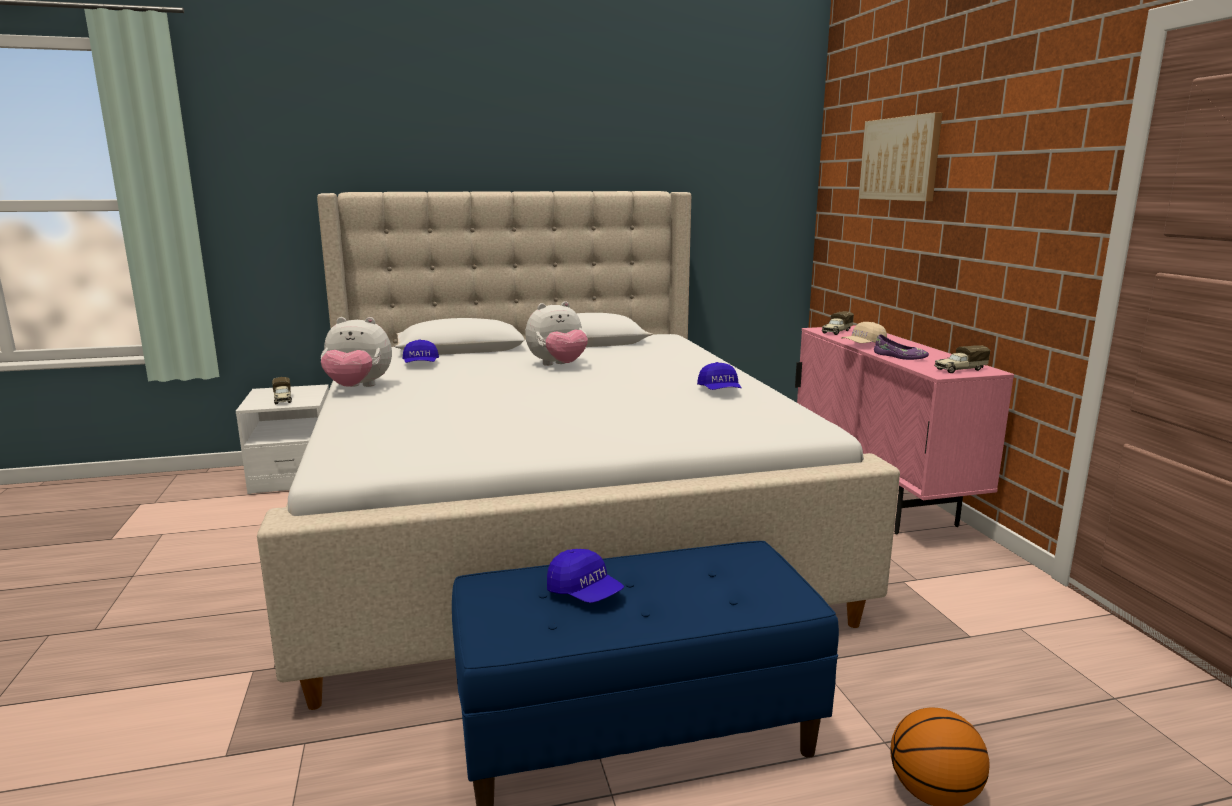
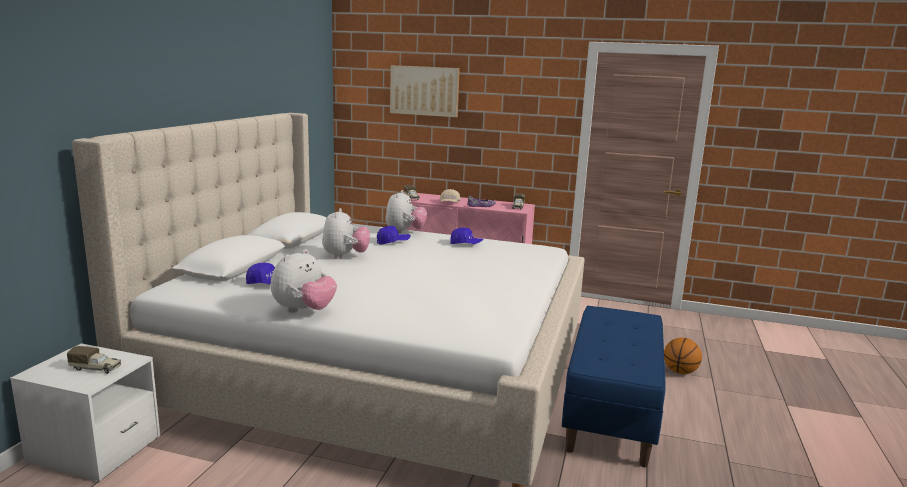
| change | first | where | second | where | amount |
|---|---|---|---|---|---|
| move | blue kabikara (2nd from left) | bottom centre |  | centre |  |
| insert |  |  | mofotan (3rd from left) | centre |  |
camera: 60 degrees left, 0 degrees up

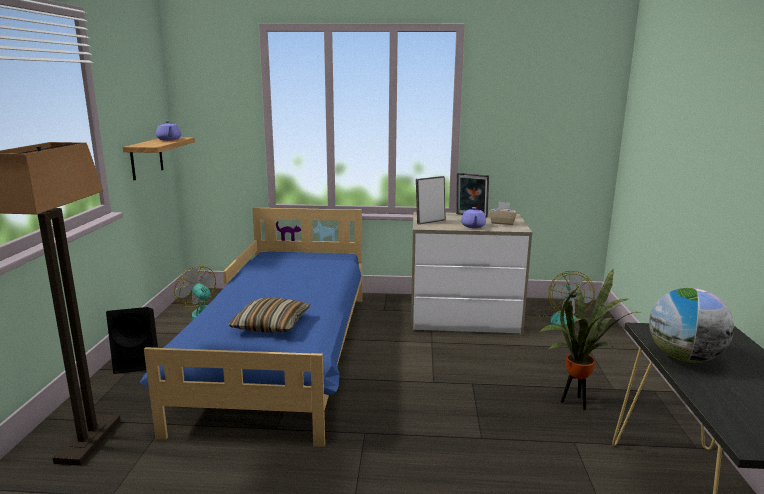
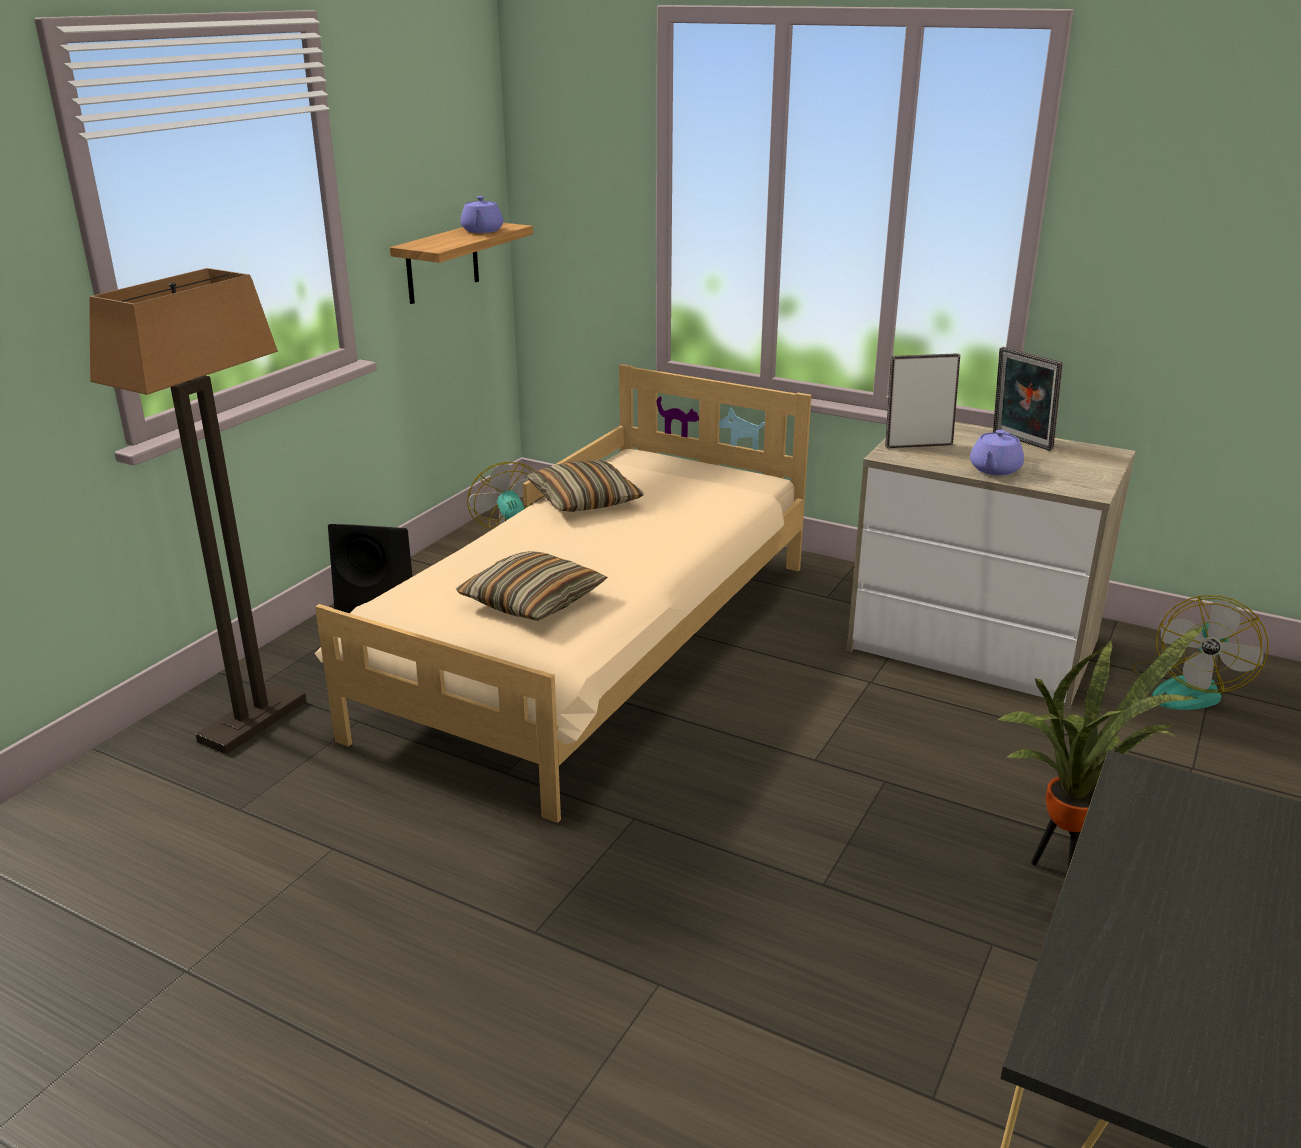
| change | first | where | second | where | amount |
|---|---|---|---|---|---|
| recolor | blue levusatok | middle left | beige levusatok | centre |  |
| delete | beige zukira | centre |  |  |  |
| delete | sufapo | middle right |  |  |  |
| insert |  |  | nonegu (2nd from left) | centre |  |
camera: 25 degrees right, 10 degrees up

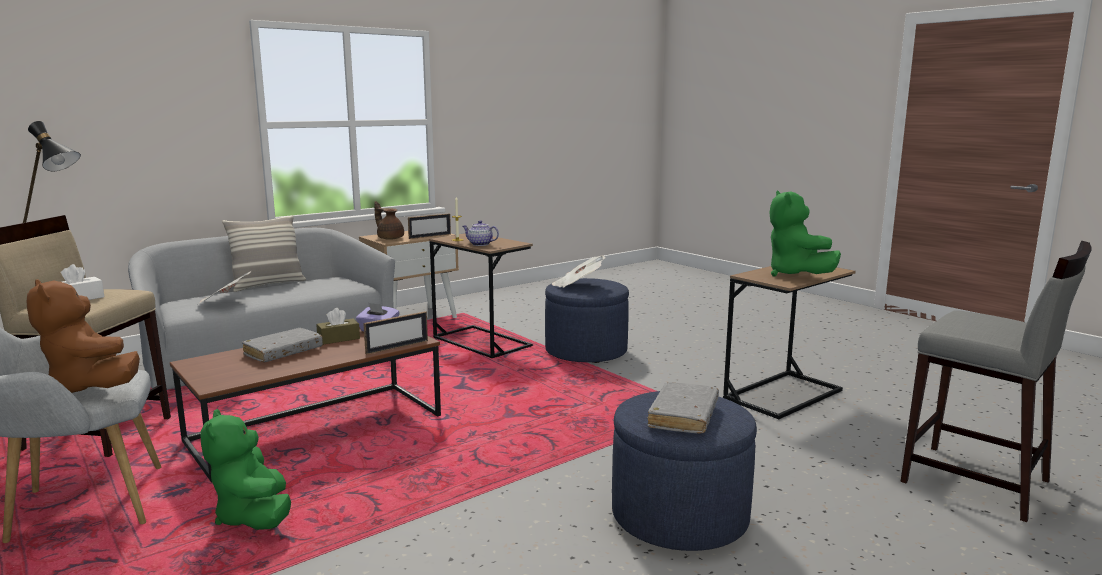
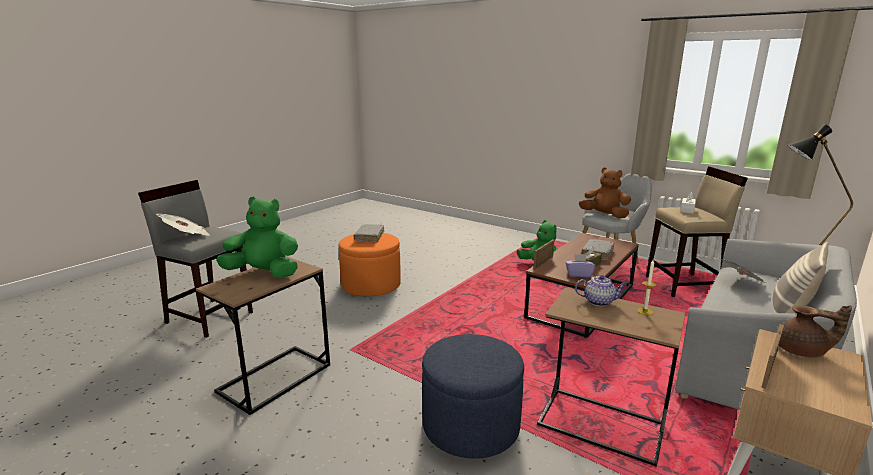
| change | first | where | second | where | amount |
|---|---|---|---|---|---|
| move | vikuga (2nd from left in the first image) | centre | vikuga (1st from left) | middle left |  |
| recolor | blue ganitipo (2nd from left) | bottom centre | orange ganitipo | centre |  |
| rotate | green mofotan (2nd from left in the first image) | middle right | green mofotan (1st from left) | middle left | 60 degrees counterclockwise |
camera: 165 degrees right, 5 degrees up

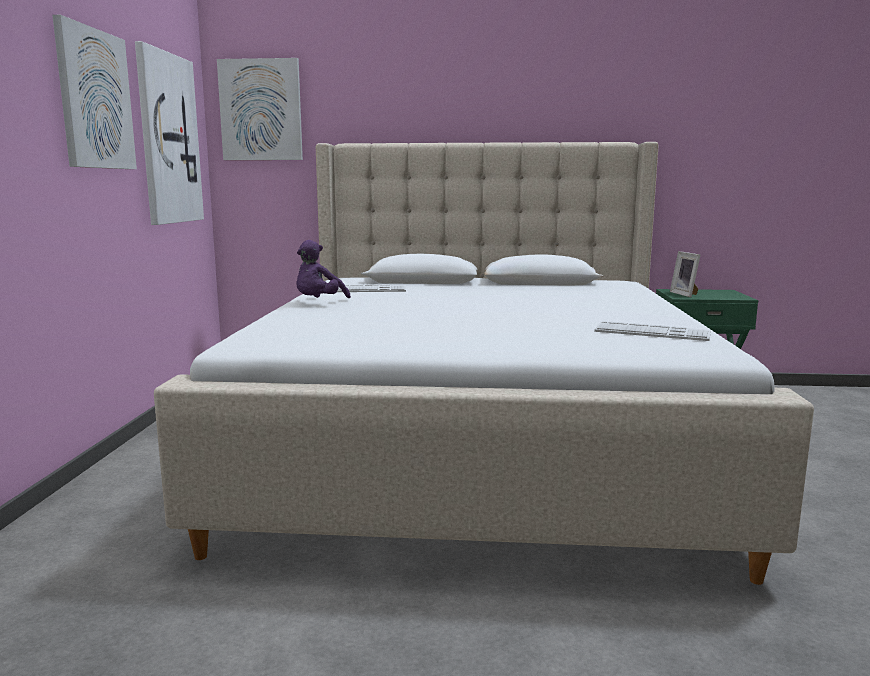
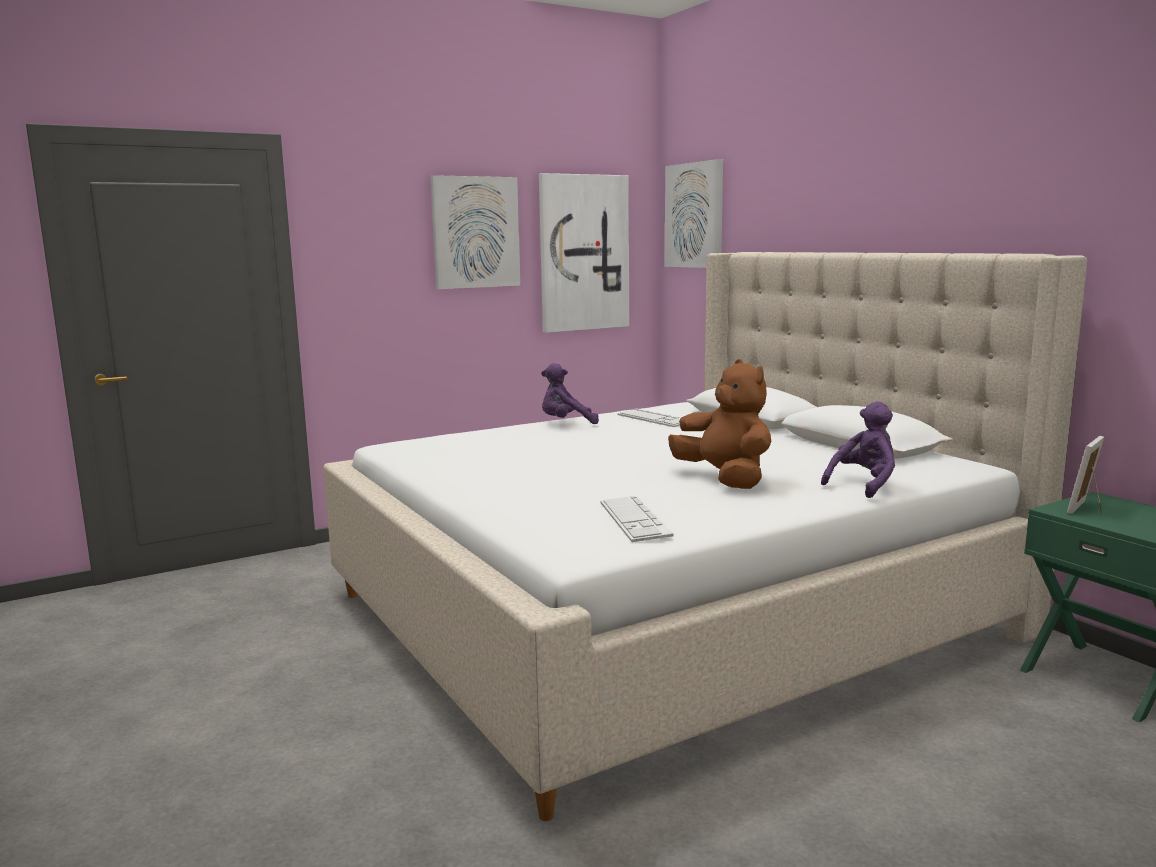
| change | first | where | second | where | amount |
|---|---|---|---|---|---|
| insert |  |  | brown mofotan | centre |  |
| insert |  |  | purple mofotan (2nd from left) | middle right |  |
camera: 55 degrees right, 0 degrees up

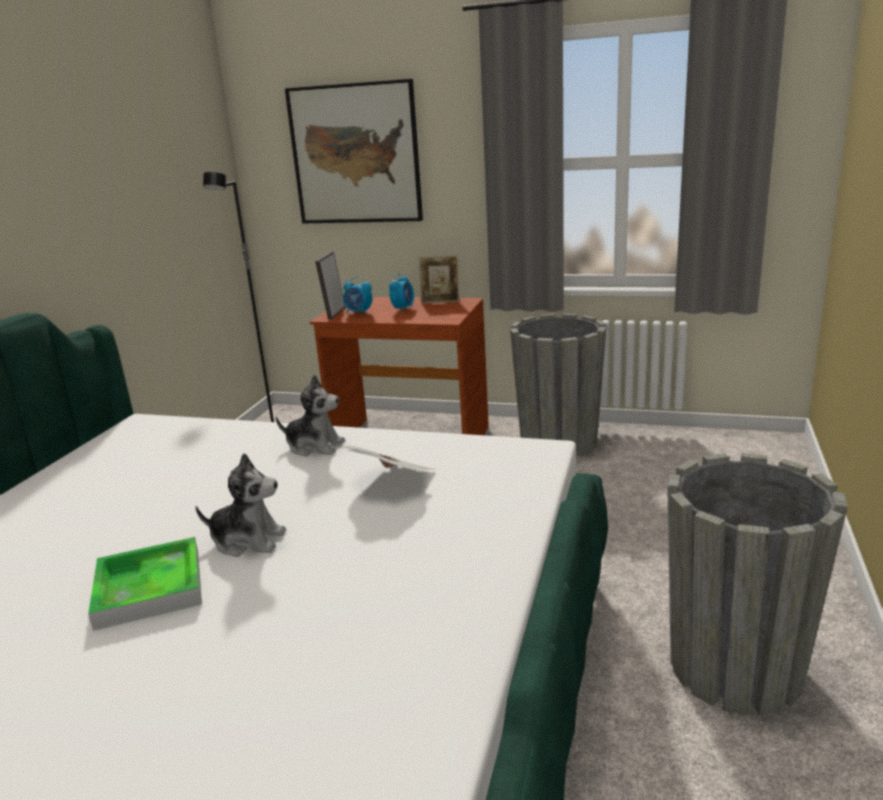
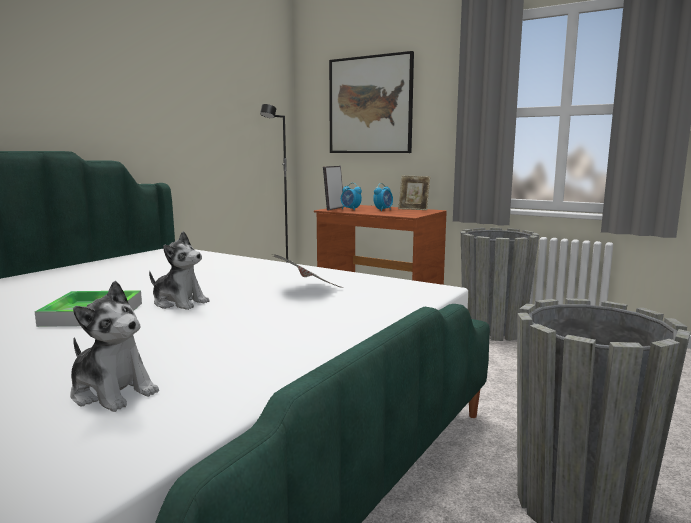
| change | first | where | second | where | amount |
|---|---|---|---|---|---|
| move | mofotan (2nd from left in the first image) | centre | mofotan (1st from left) | middle left |  |
camera: 15 degrees right, 10 degrees down

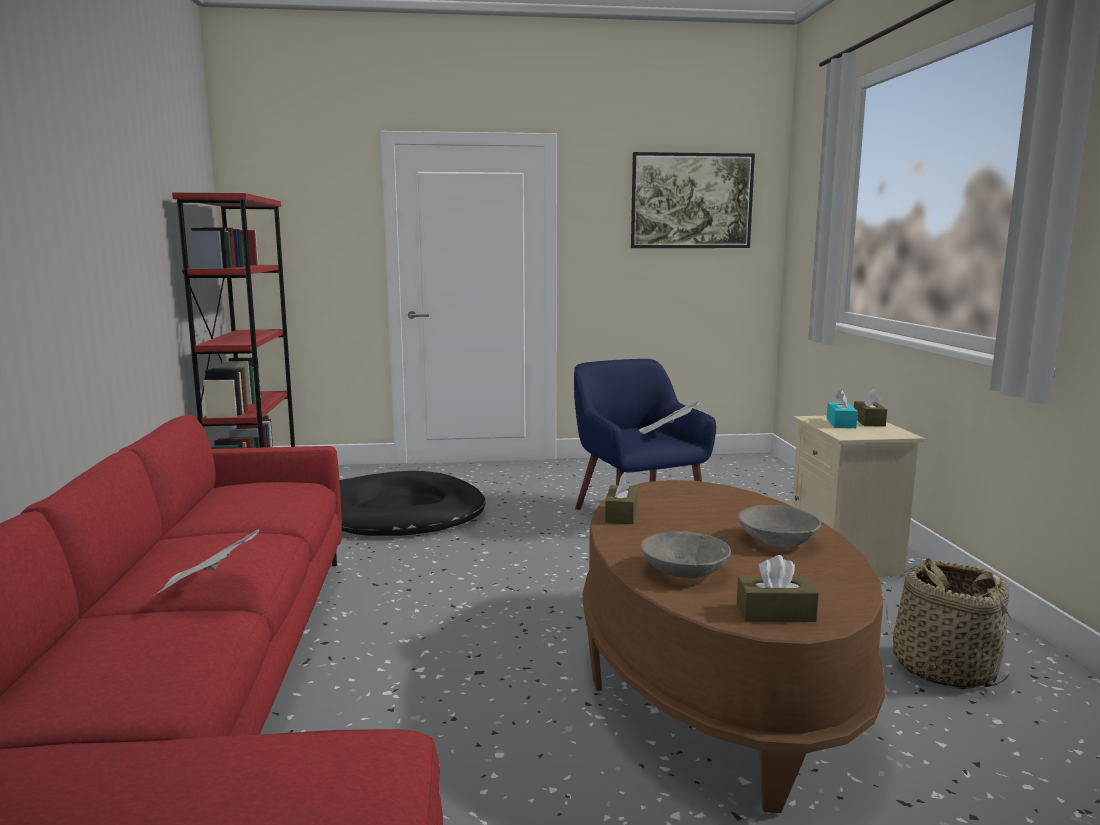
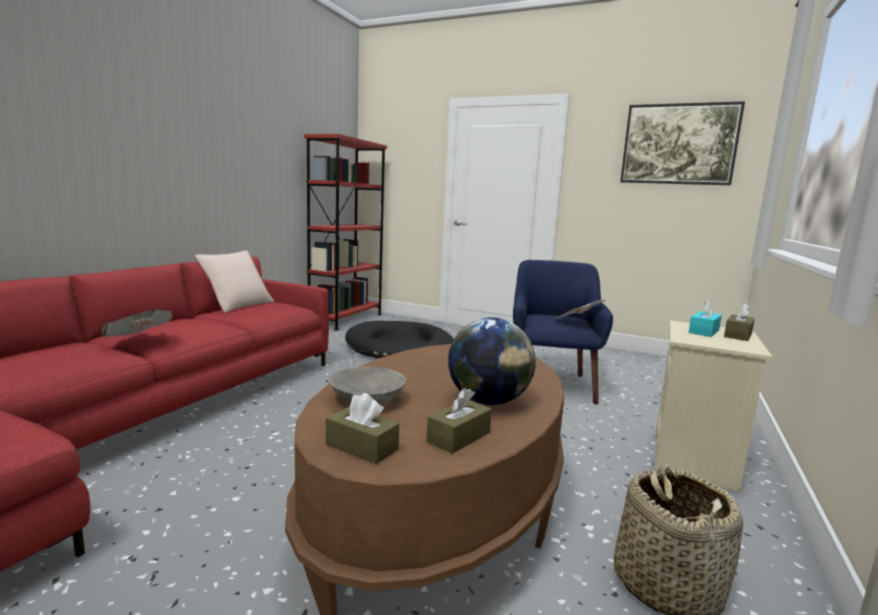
| change | first | where | second | where | amount |
|---|---|---|---|---|---|
| move | brown zukira (1st from left in the first image) | centre | brown zukira (2nd from left) | bottom centre |  |
| replace | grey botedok (2nd from left) | middle right | sufapo | centre |  |
| insert |  |  | beige nonegu | middle left |  |
camera: 30 degrees right, 0 degrees up

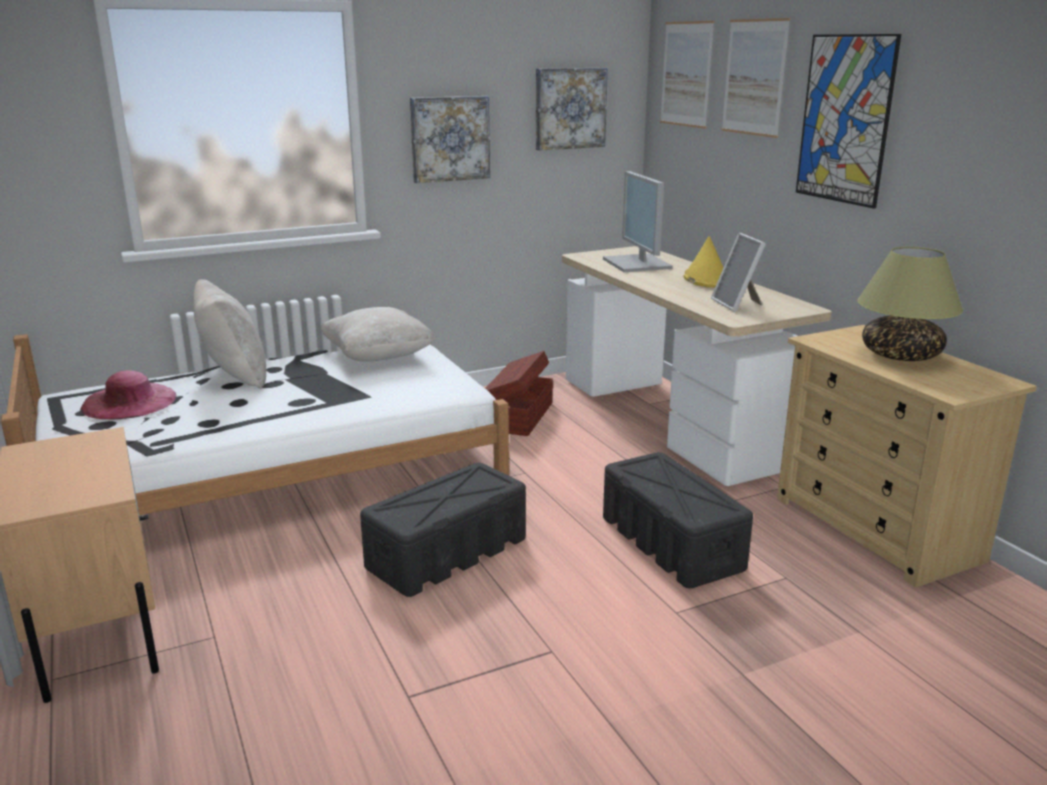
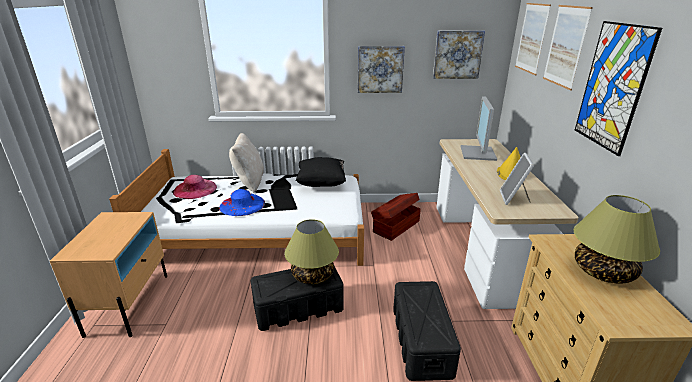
| change | first | where | second | where | amount |
|---|---|---|---|---|---|
| recolor | beige nonegu (2nd from left) | centre | black nonegu | centre |  |
| insert |  |  | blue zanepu | centre |  |
| insert |  |  | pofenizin (1st from left) | centre |  |
camera: 25 degrees right, 5 degrees up

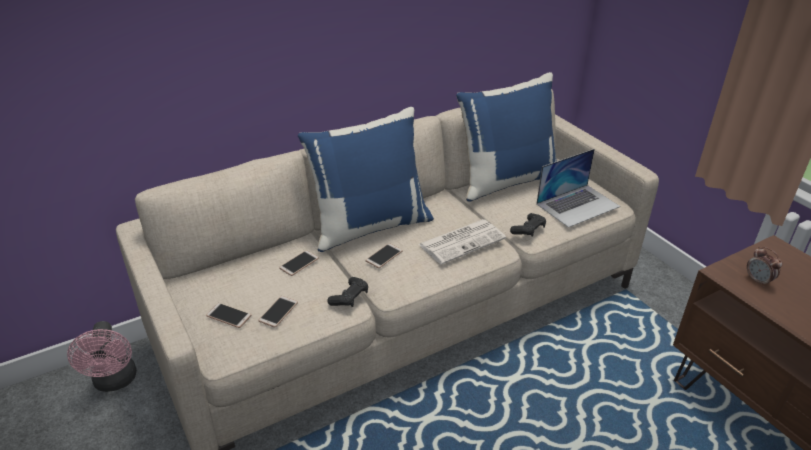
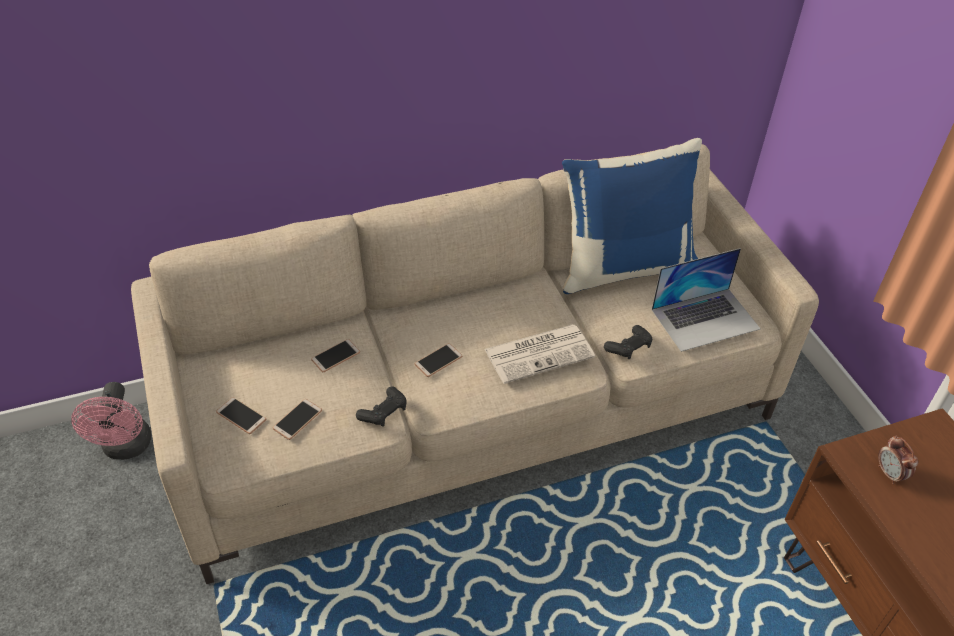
| change | first | where | second | where | amount |
|---|---|---|---|---|---|
| delete | blue nonegu (1st from left) | centre |  |  |  |
camera: 10 degrees right, 10 degrees up

